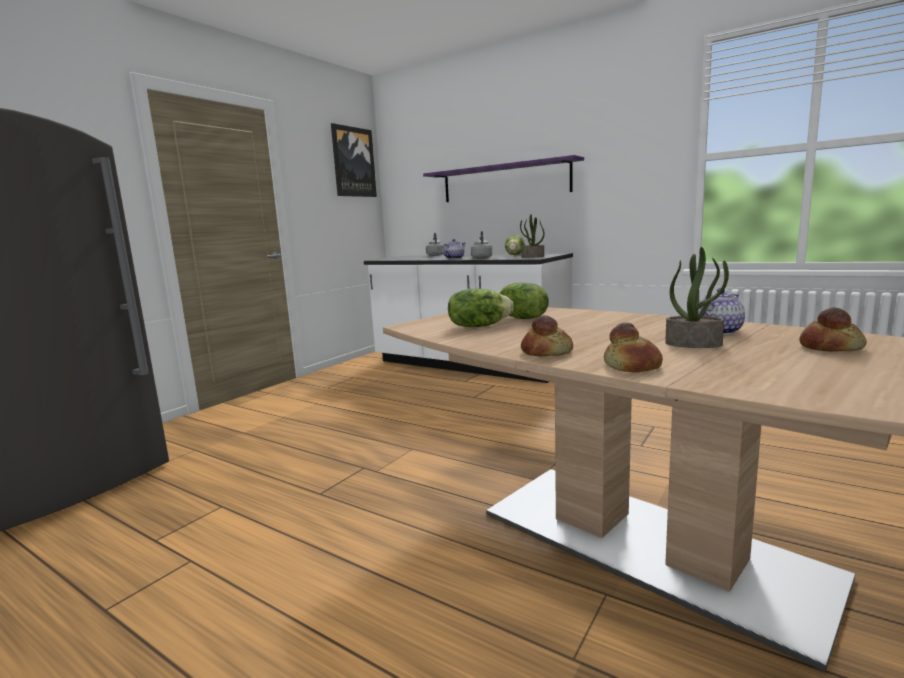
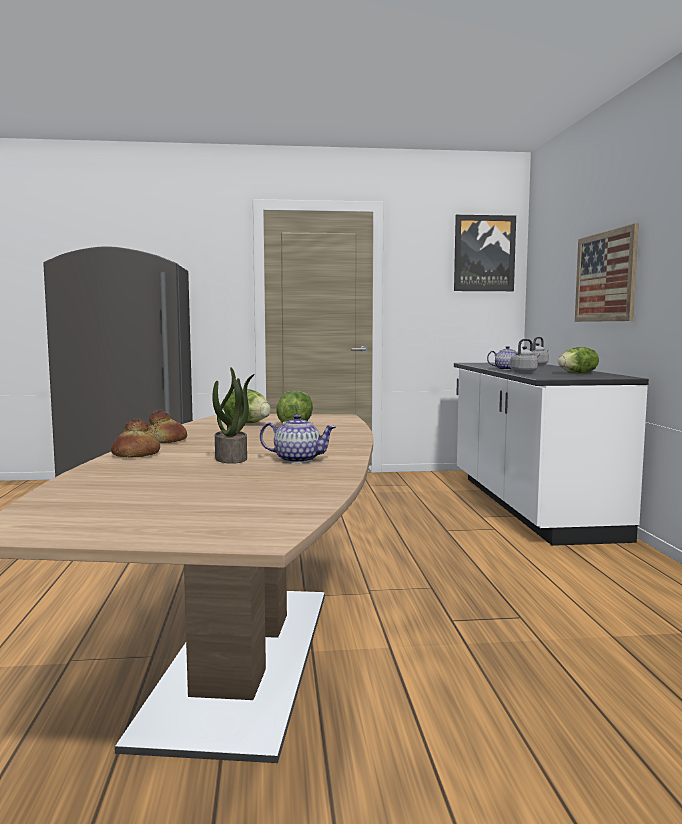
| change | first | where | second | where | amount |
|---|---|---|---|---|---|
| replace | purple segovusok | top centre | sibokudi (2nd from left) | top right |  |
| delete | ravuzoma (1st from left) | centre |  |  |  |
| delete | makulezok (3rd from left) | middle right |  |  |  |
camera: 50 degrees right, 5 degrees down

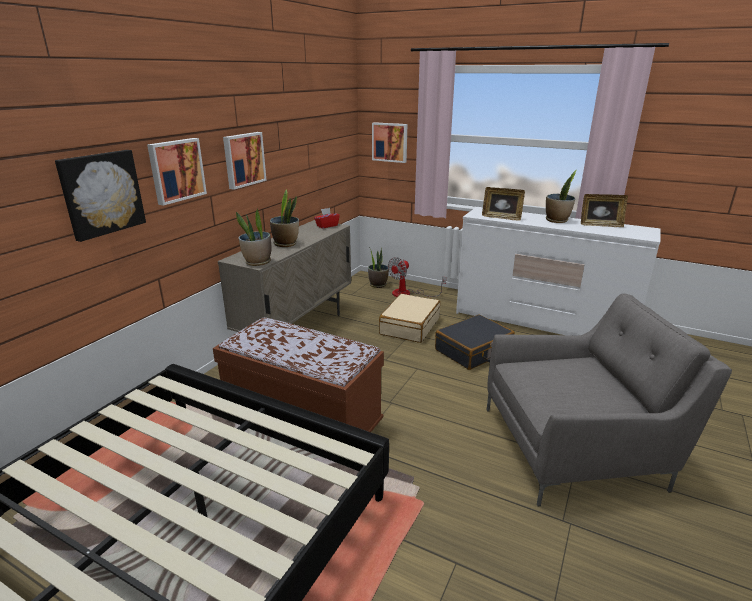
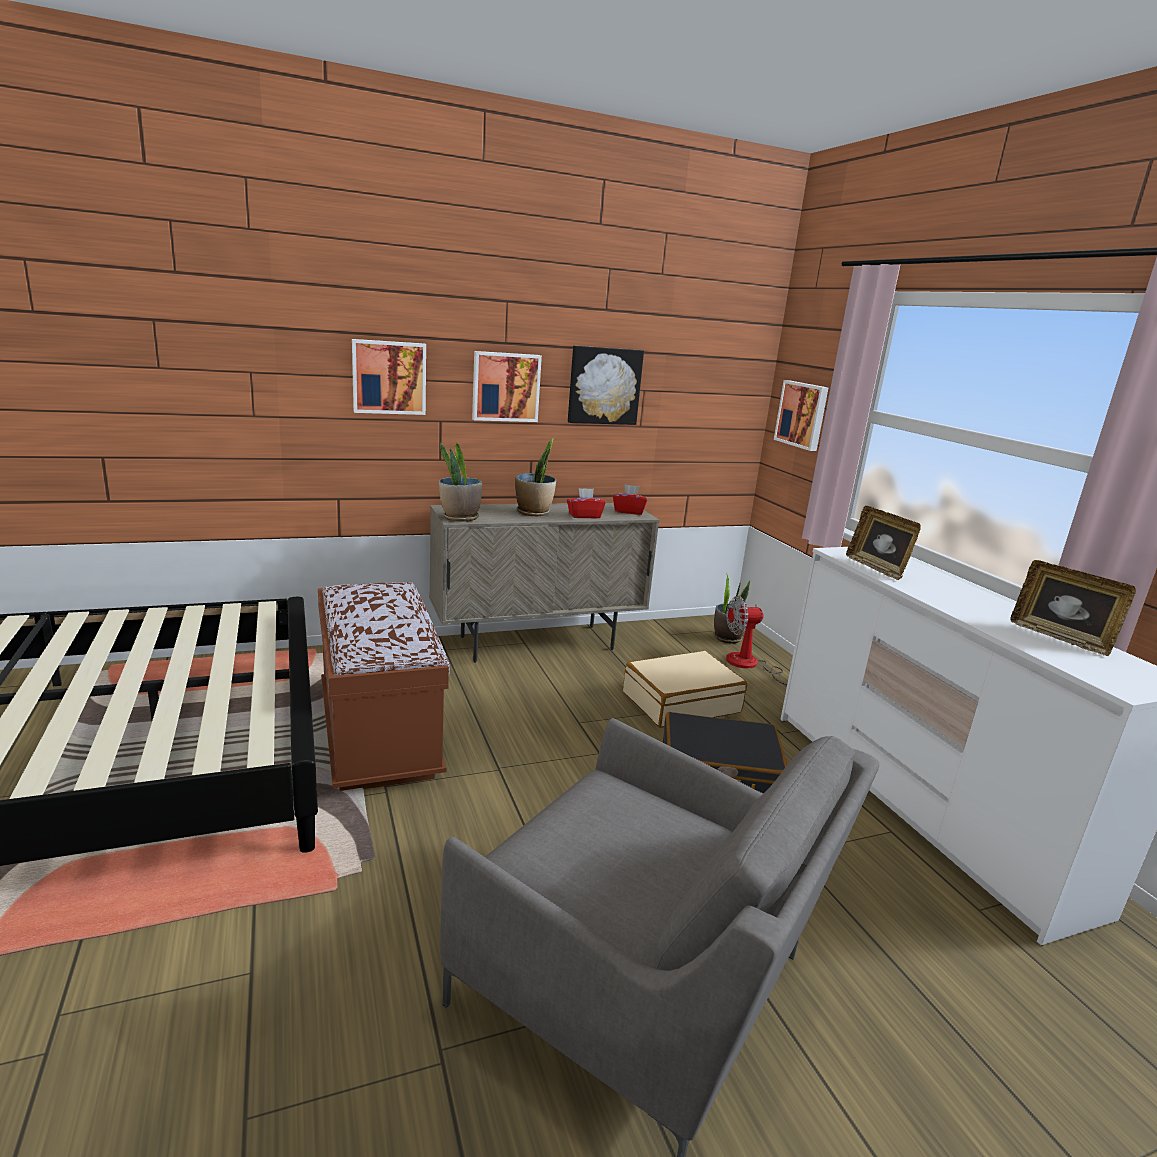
| change | first | where | second | where | amount |
|---|---|---|---|---|---|
| move | sibokudi (1st from left in the first image) | top left | sibokudi (3rd from left) | top centre |  |
| delete | ravuzoma (4th from left) | top right |  |  |  |
| insert |  |  | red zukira (1st from left) | centre |  |
camera: 40 degrees right, 5 degrees down

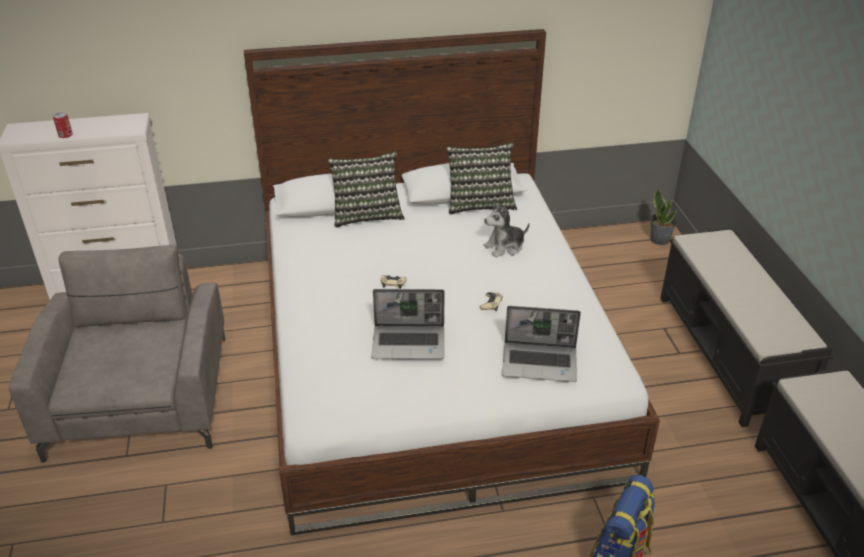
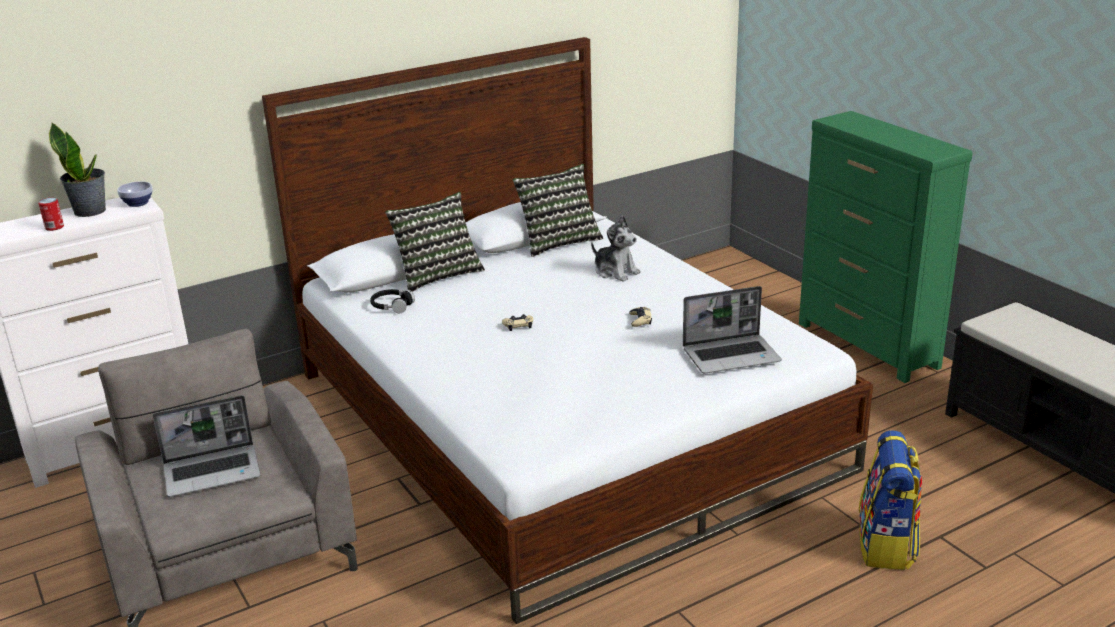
| change | first | where | second | where | amount |
|---|---|---|---|---|---|
| move | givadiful (1st from left) | centre |  | bottom left |  |
| rotate | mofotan | centre |  | centre | 90 degrees counterclockwise |
| move | ravuzoma | middle right |  | top left |  |
| replace | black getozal (1st from left) | middle right | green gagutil | middle right |  |
| insert |  |  | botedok | top left |  |
| insert |  |  | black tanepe | centre |  |
camera: 20 degrees left, 10 degrees down

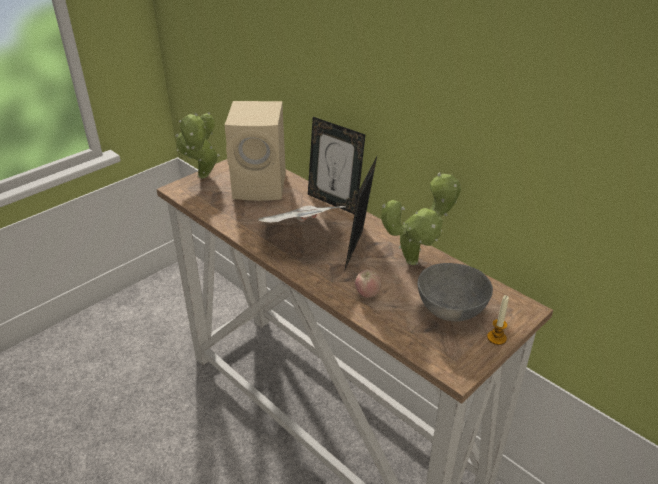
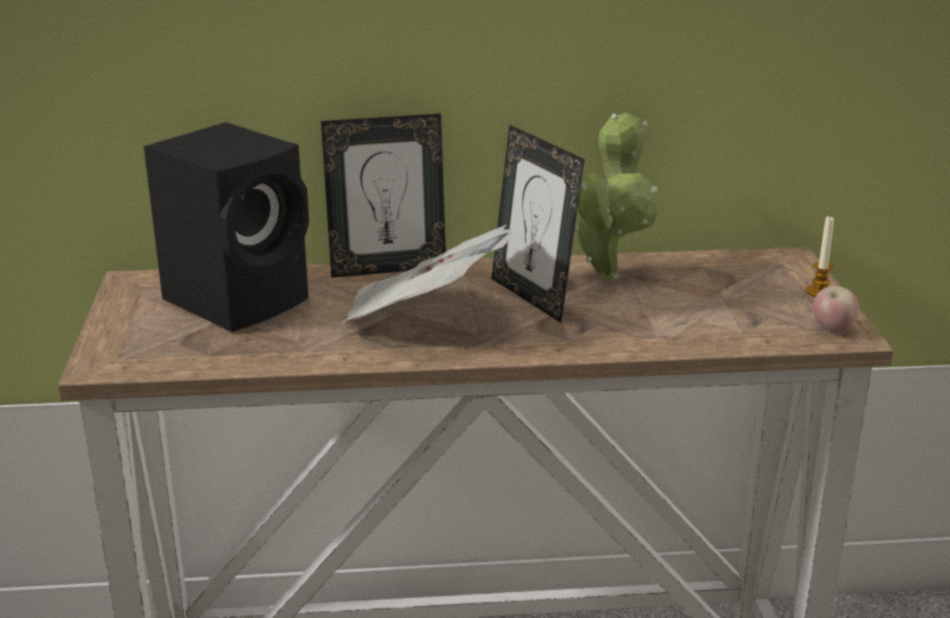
| change | first | where | second | where | amount |
|---|---|---|---|---|---|
| delete | ravuzoma (1st from left) | top left |  |  |  |
| recolor | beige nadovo | top centre | black nadovo | middle left |  |
| move | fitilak | centre |  | middle right |  |
| delete | grey botedok | middle right |  |  |  |
camera: 50 degrees left, 10 degrees down

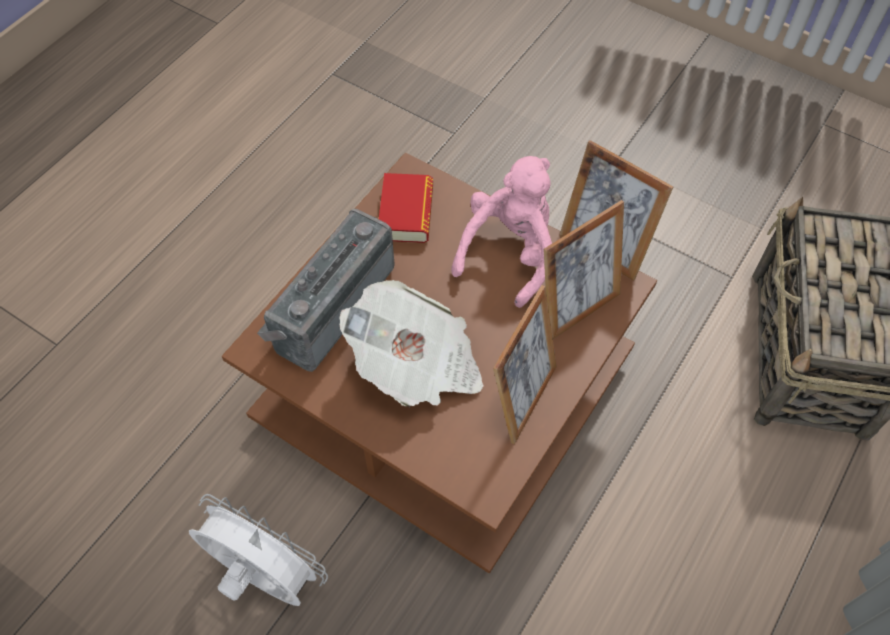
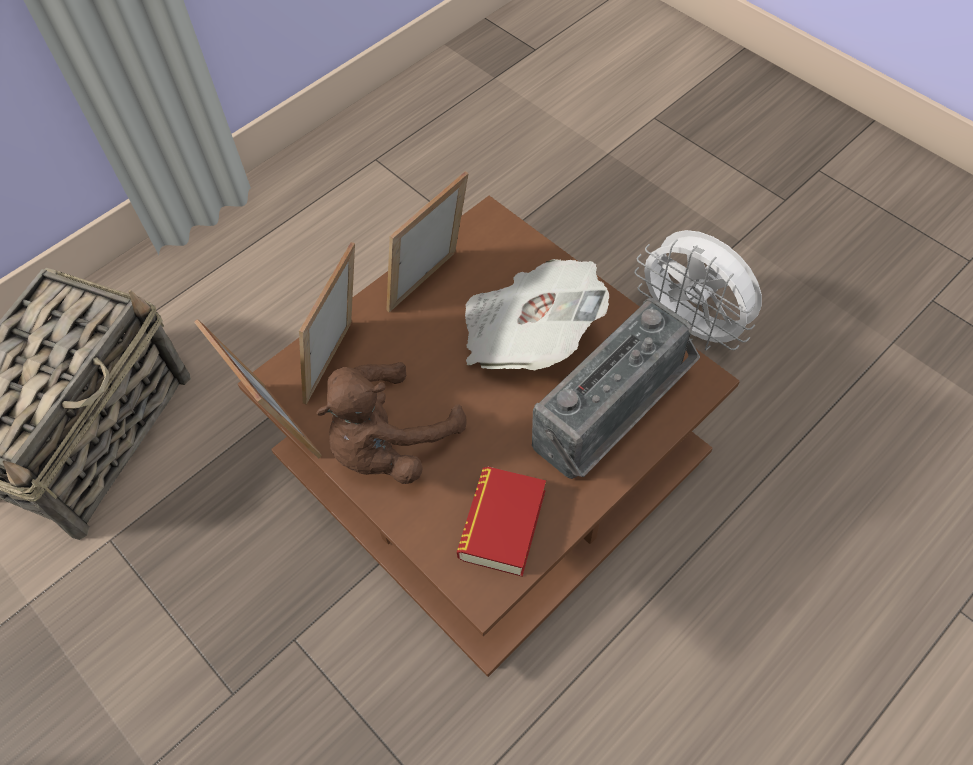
| change | first | where | second | where | amount |
|---|---|---|---|---|---|
| recolor | pink mofotan | centre | brown mofotan | centre |  |
| rotate | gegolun (2nd from left) | centre |  | centre | 45 degrees counterclockwise |
camera: 165 degrees left, 0 degrees up

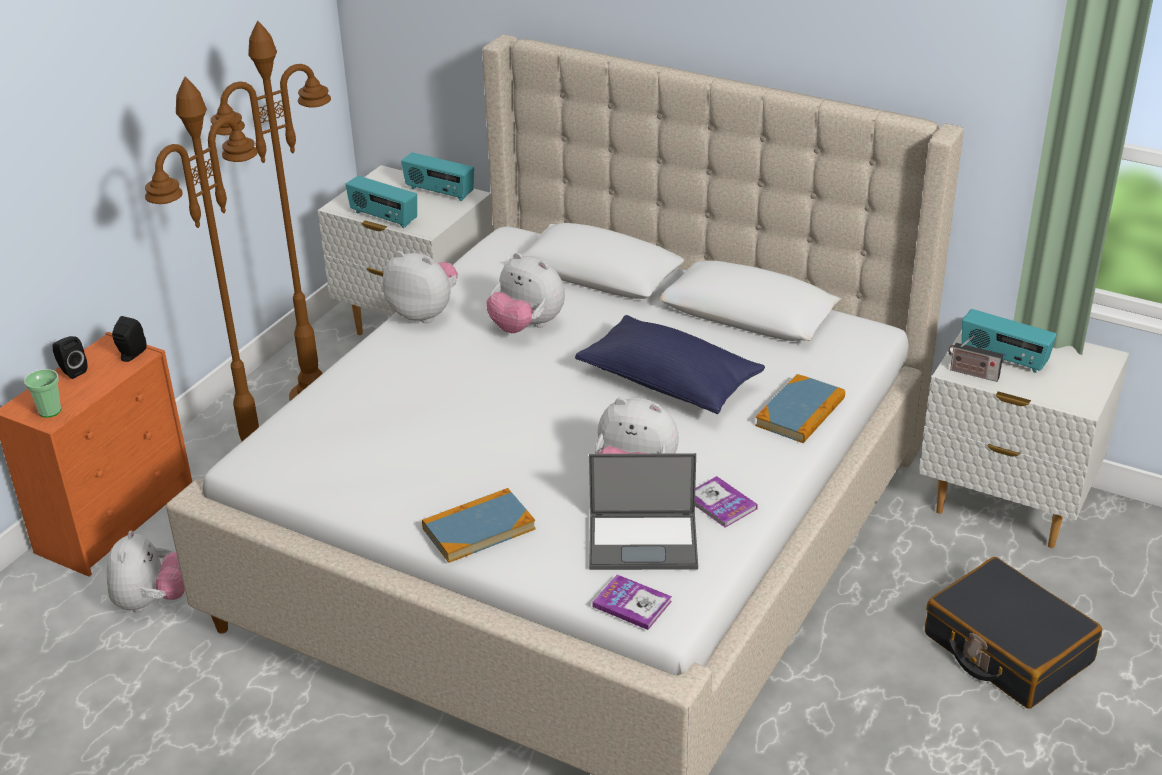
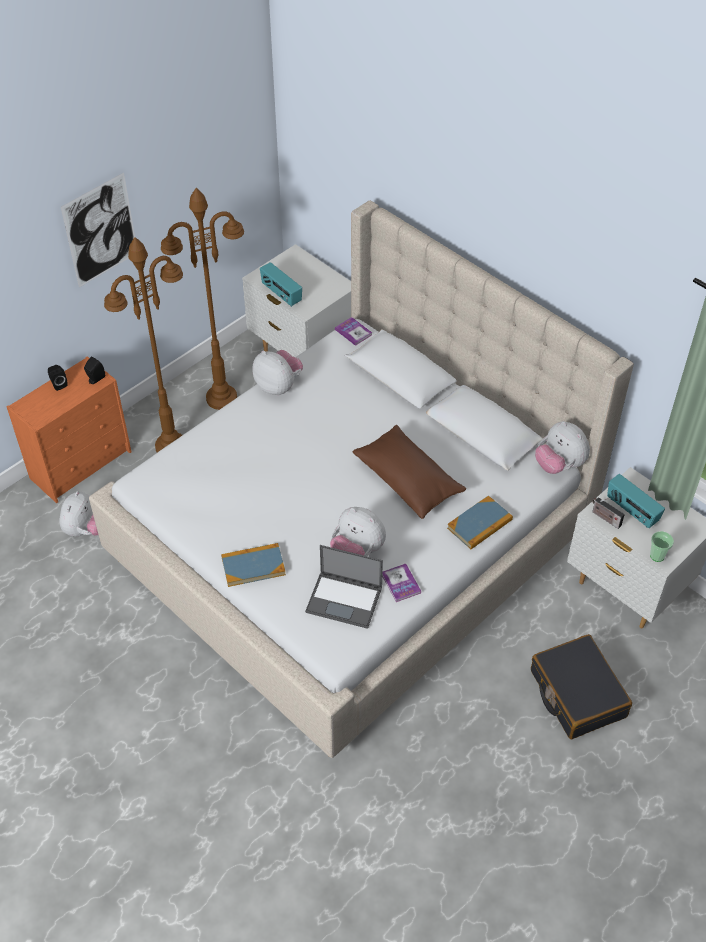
| change | first | where | second | where | amount |
|---|---|---|---|---|---|
| move | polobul | middle left |  | middle right |  |
| delete | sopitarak (2nd from left) | top centre |  |  |  |
| move | mofotan (3rd from left in the first image) | centre | mofotan (4th from left) | middle right |  |
| recolor | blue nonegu | centre | brown nonegu | centre |  |
| move | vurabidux (2nd from left) | bottom centre |  | centre |  |
| insert |  |  | sibokudi | top left |  |
camera: 15 degrees right, 15 degrees up

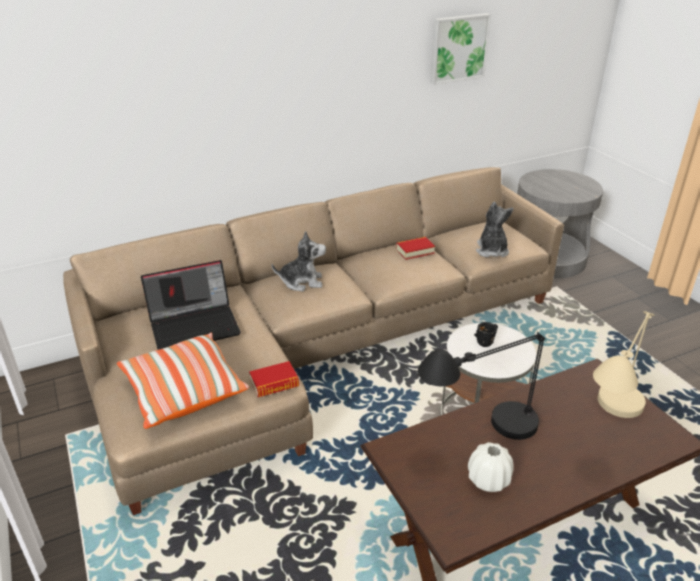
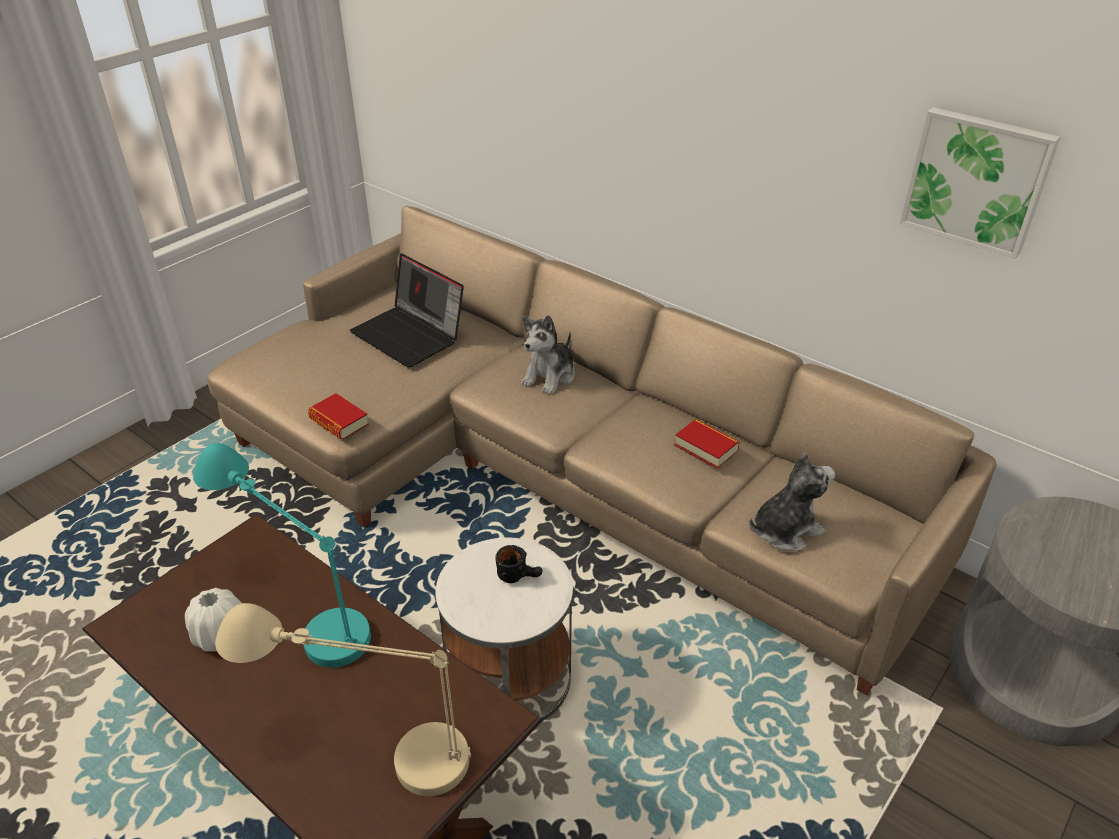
| change | first | where | second | where | amount |
|---|---|---|---|---|---|
| delete | nonegu | middle left |  |  |  |
| rotate | mofotan (1st from left) | centre |  | centre | 60 degrees clockwise |
| recolor | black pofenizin | middle right | turquoise pofenizin | middle left |  |
camera: 65 degrees right, 5 degrees up

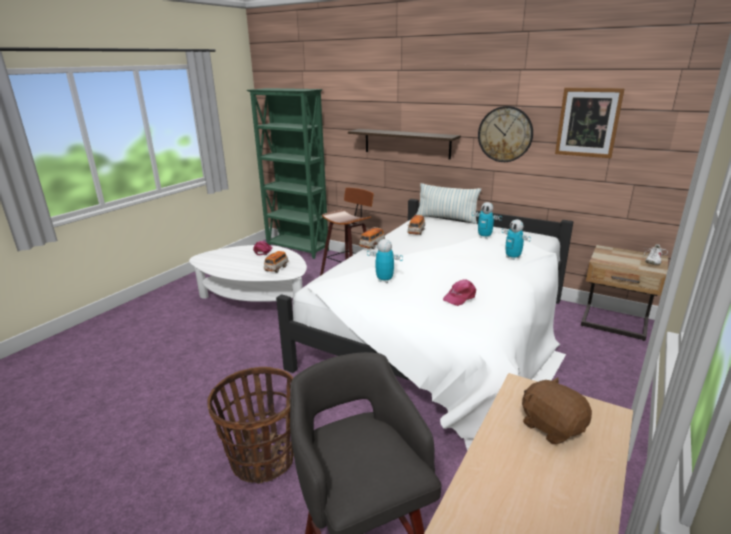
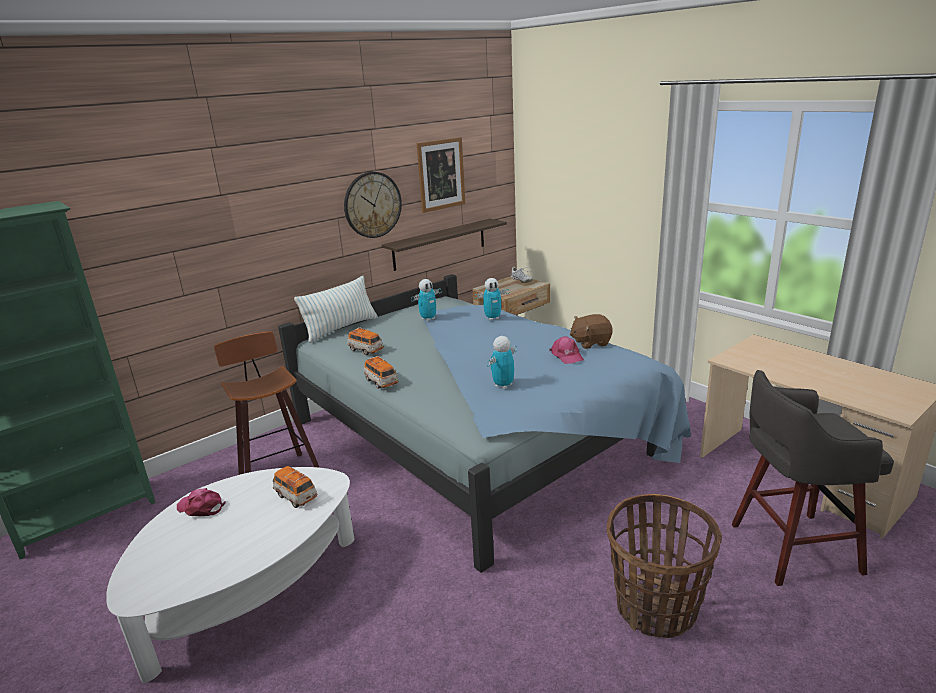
| change | first | where | second | where | amount |
|---|---|---|---|---|---|
| recolor | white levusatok | centre | blue levusatok | centre |  |
| move | segovusok | top centre |  | centre |  |
| move | brown mofotan | bottom right |  | centre |  |
camera: 70 degrees left, 0 degrees up

